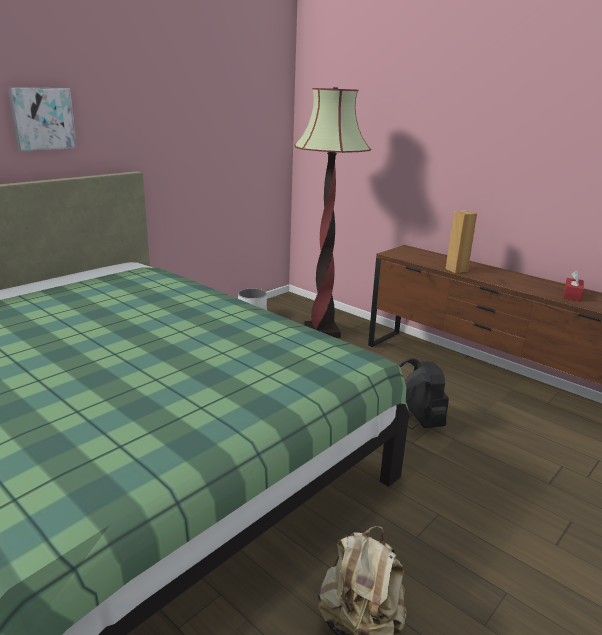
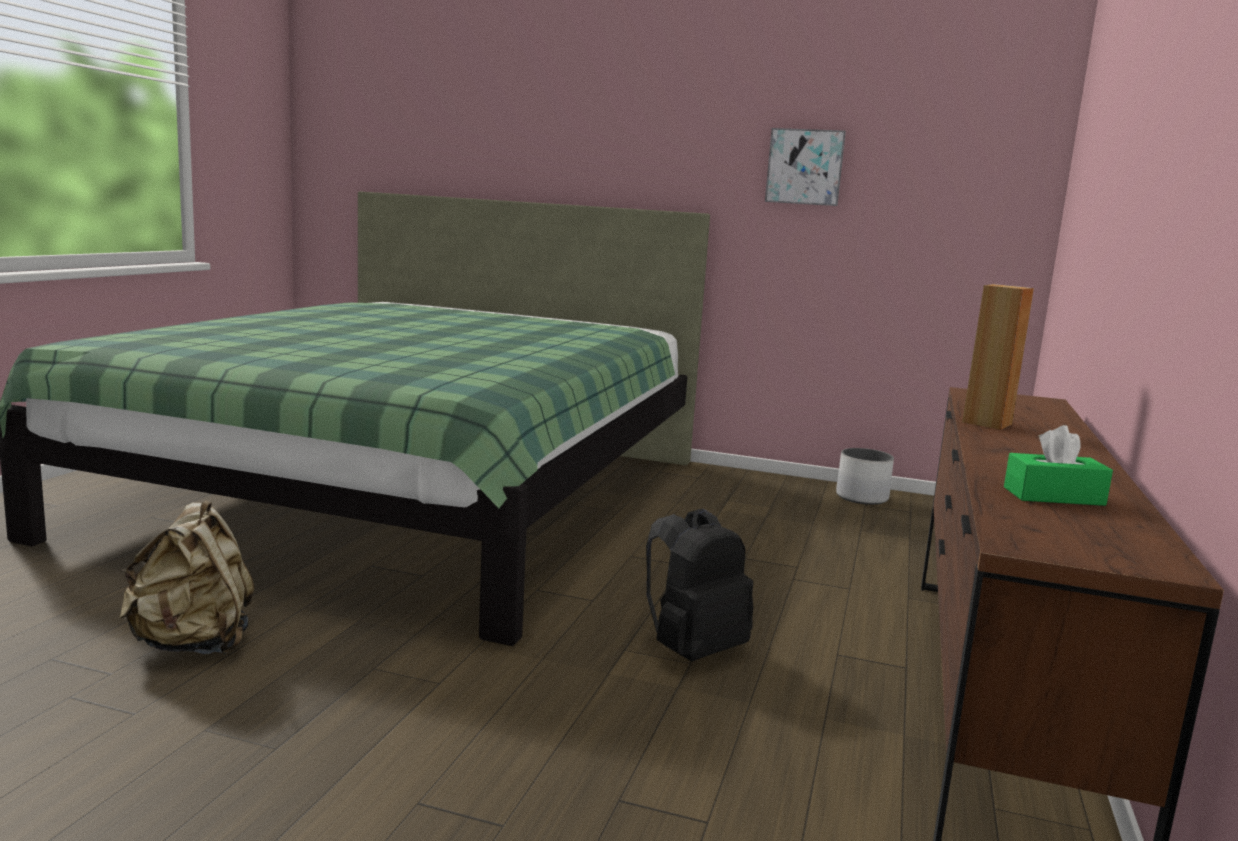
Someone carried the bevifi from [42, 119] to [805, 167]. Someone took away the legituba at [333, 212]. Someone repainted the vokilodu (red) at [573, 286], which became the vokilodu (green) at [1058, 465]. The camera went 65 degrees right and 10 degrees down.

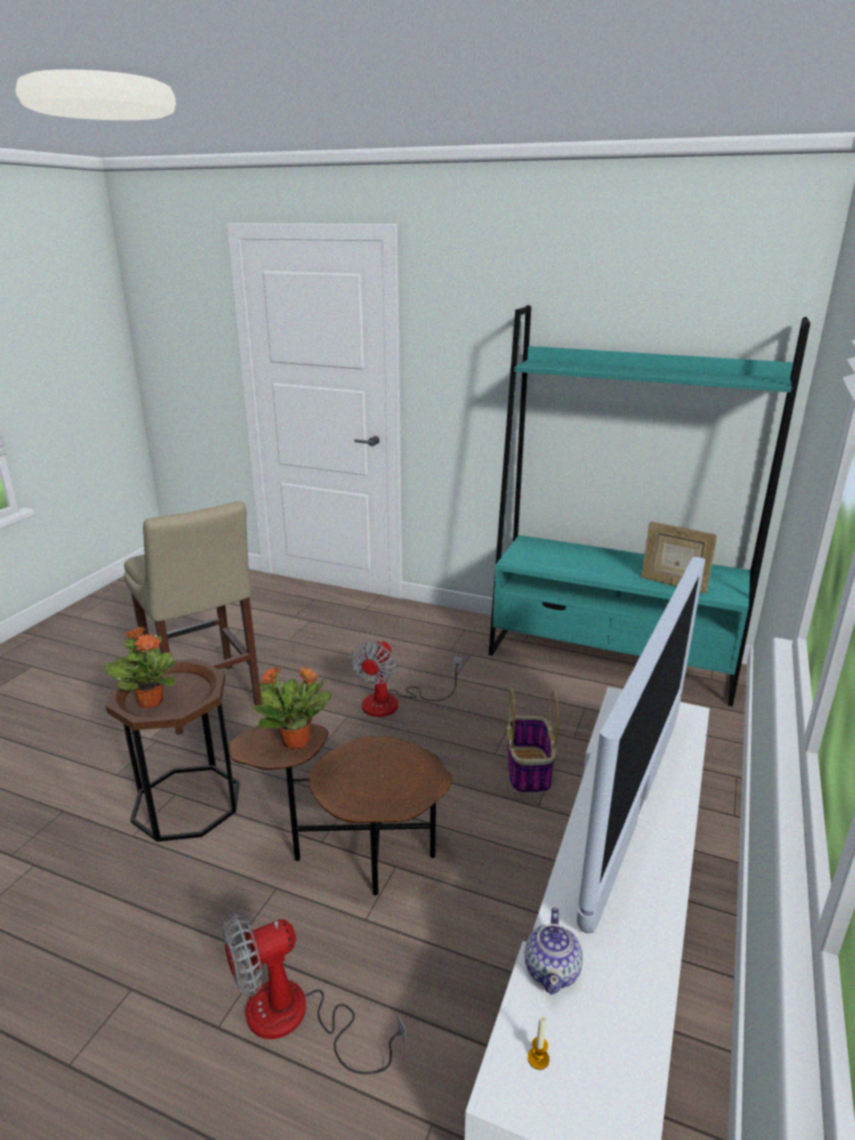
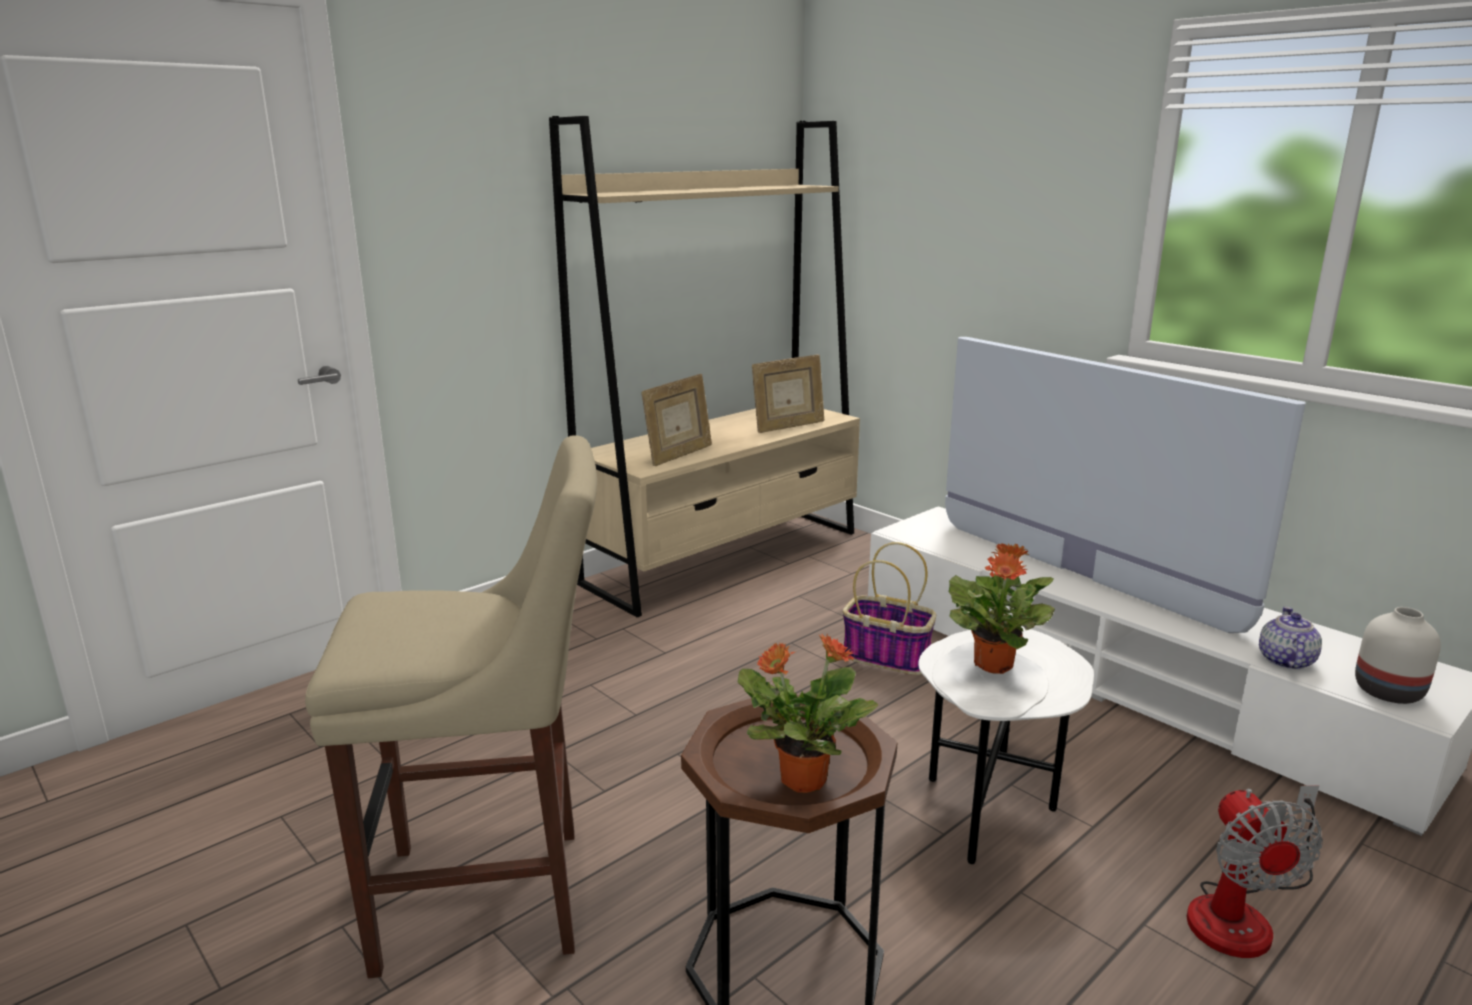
Someone repainted the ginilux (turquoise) at [649, 506], which became the ginilux (beige) at [704, 366]. Someone took away the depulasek at [407, 678]. Someone repainted the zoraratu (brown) at [341, 809], which became the zoraratu (white) at [1006, 745]. Someone rotated the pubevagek at [554, 951] by 105 degrees counterclockwise. Someone swapped the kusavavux at [538, 1043] for the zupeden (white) at [1398, 655]. Someone put down the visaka at [677, 420]. The camera went 65 degrees left and 5 degrees down.

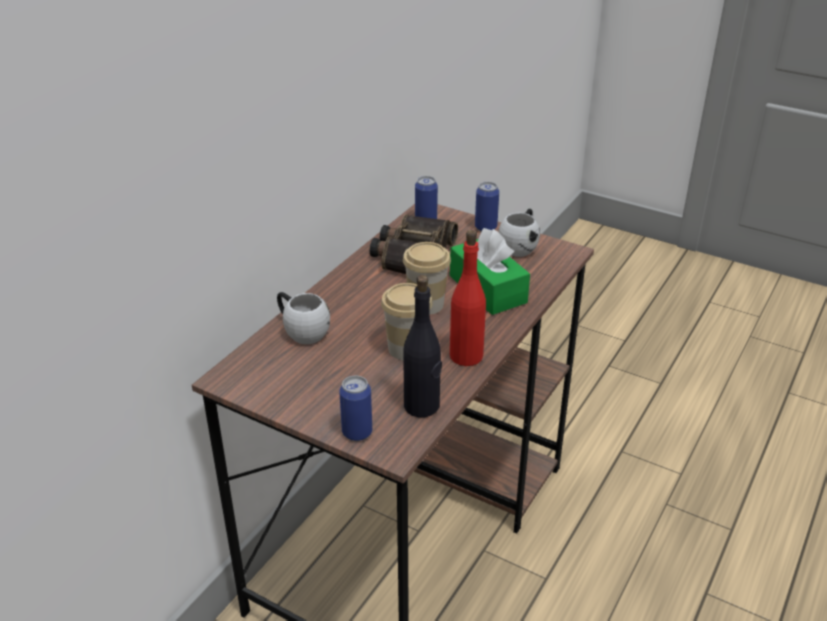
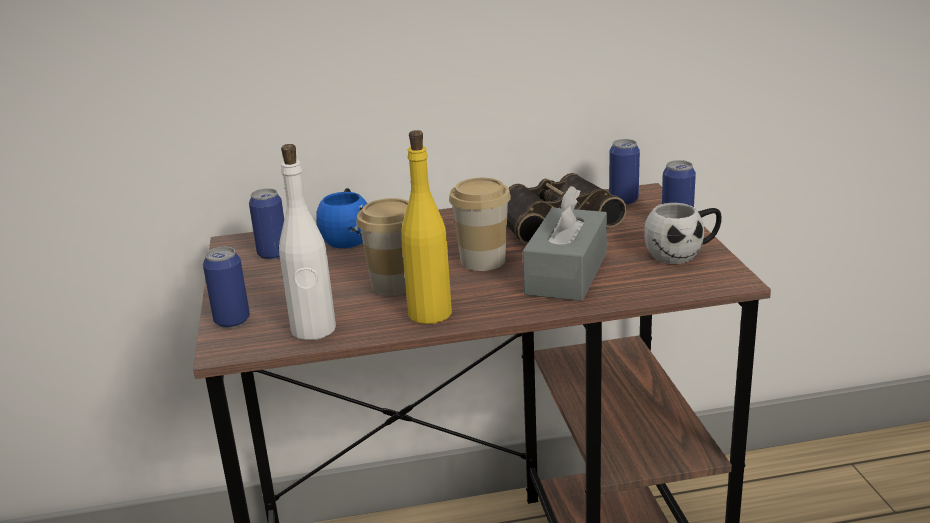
Someone repainted the vokilodu (green) at [490, 271], which became the vokilodu (grey) at [565, 243]. Someone repainted the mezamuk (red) at [468, 298], which became the mezamuk (yellow) at [426, 227]. Someone repainted the mezamuk (black) at [422, 346], which became the mezamuk (white) at [307, 242]. Someone repainted the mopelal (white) at [303, 318], which became the mopelal (blue) at [341, 218]. Someone put down the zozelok at [266, 224]. The camera went 50 degrees right and 10 degrees down.

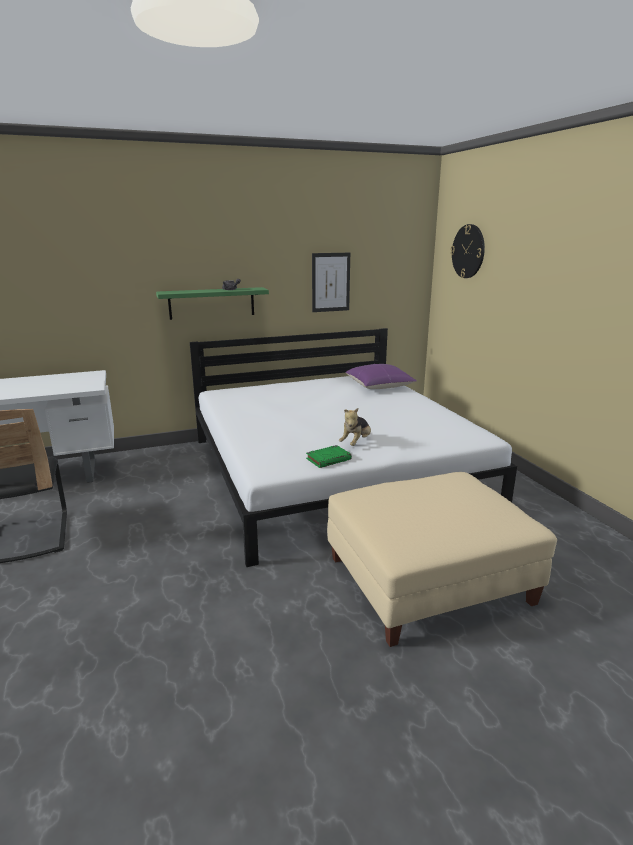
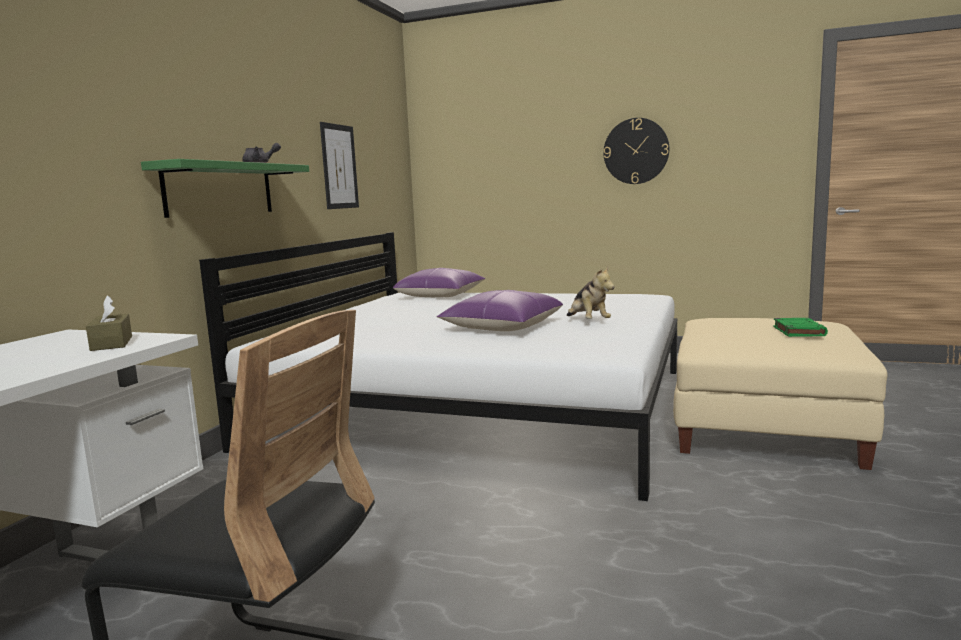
Someone carried the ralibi from [468, 251] to [636, 151]. Someone carried the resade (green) from [329, 456] to [800, 327]. Someone put down the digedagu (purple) at [500, 310]. Someone put down the vokilodu (brown) at [109, 323]. The camera went 50 degrees left and 10 degrees down.

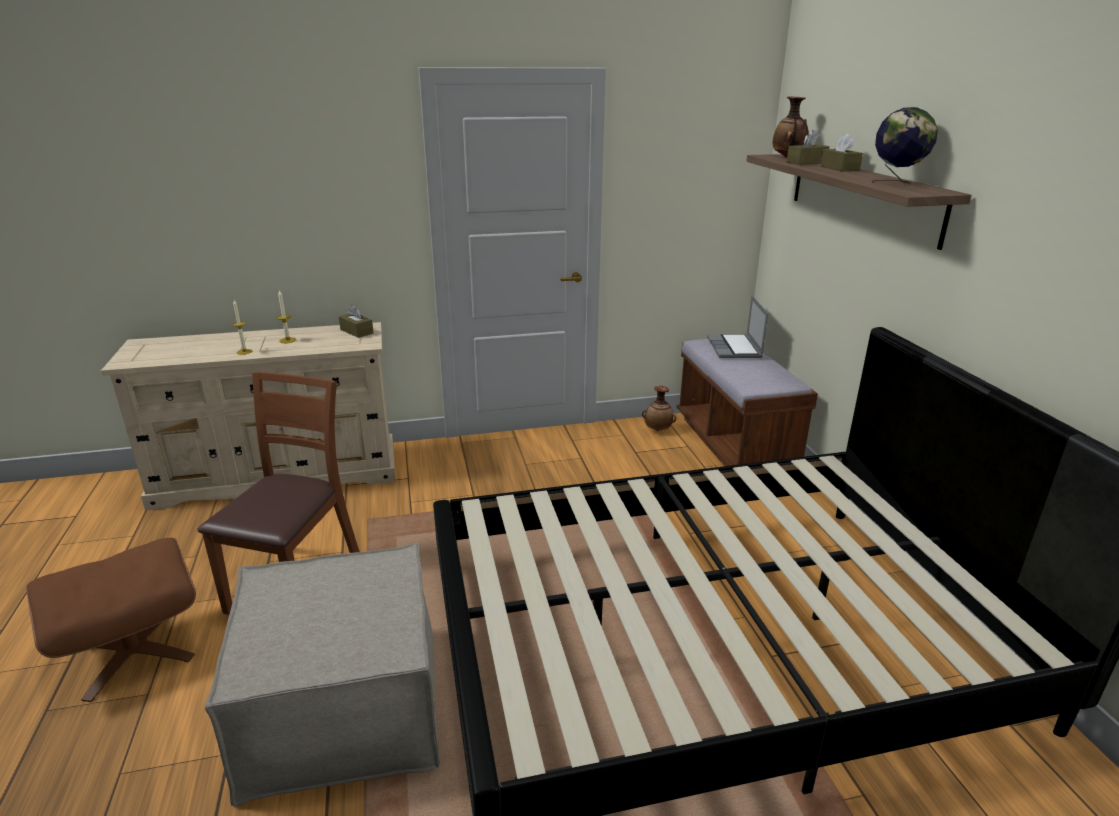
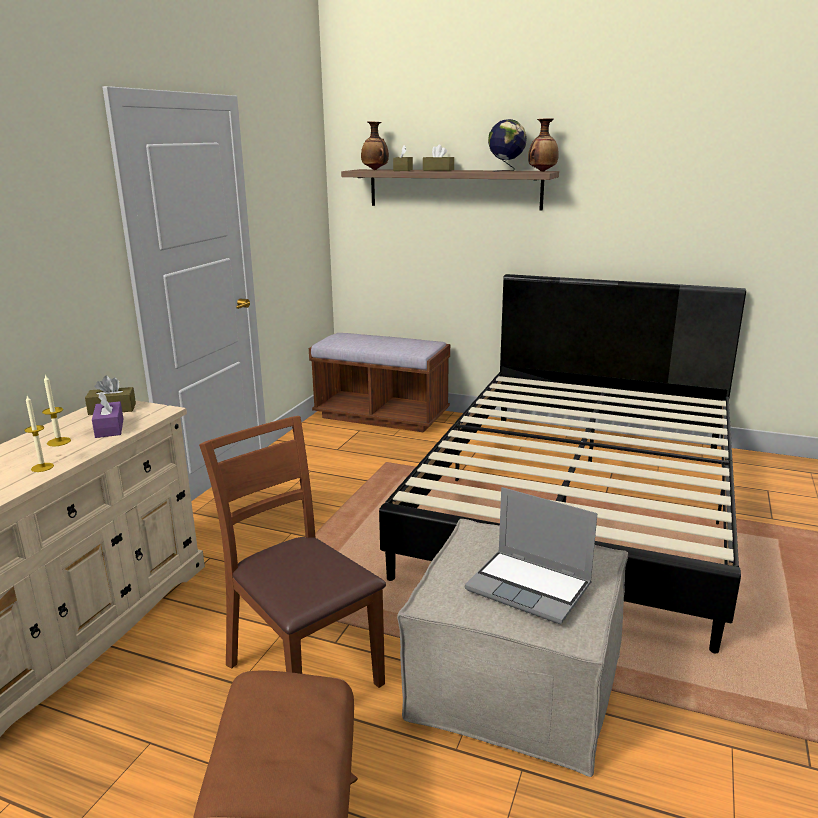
Someone carried the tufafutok from [737, 326] to [531, 555]. Someone carried the zupeden from [659, 408] to [543, 145]. Someone put down the vokilodu (purple) at [108, 415]. The camera went 55 degrees left and 5 degrees down.

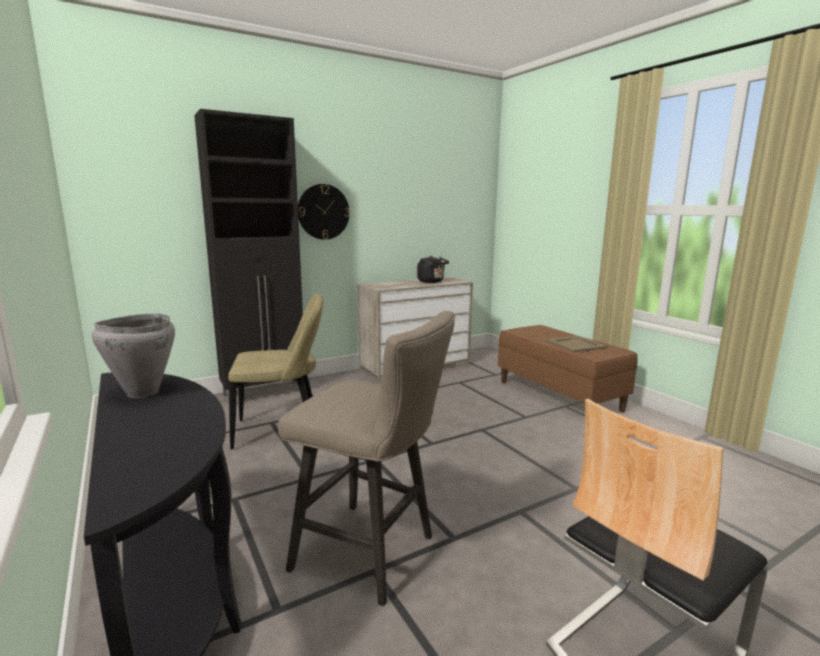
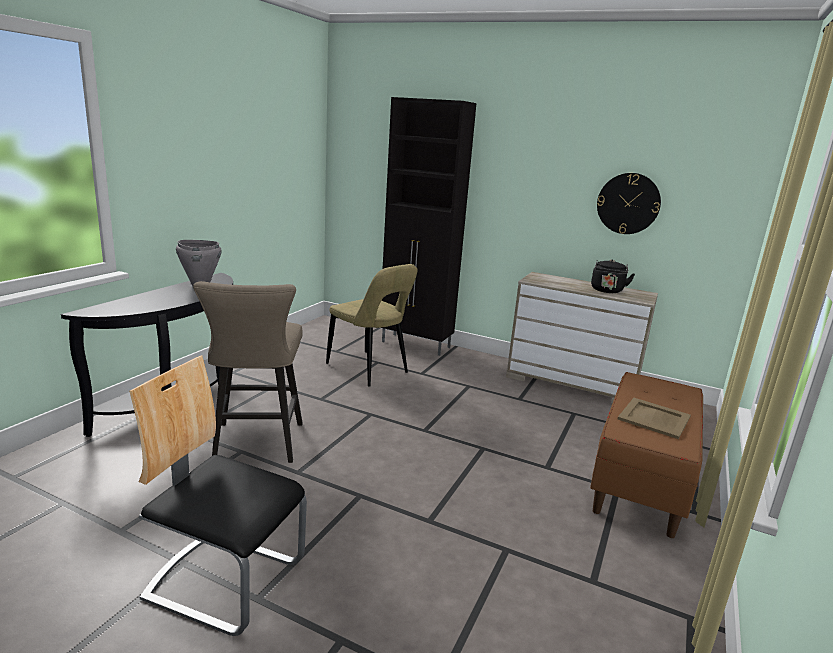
Someone carried the ralibi from [324, 212] to [629, 203]. The camera went 55 degrees right and 5 degrees up.

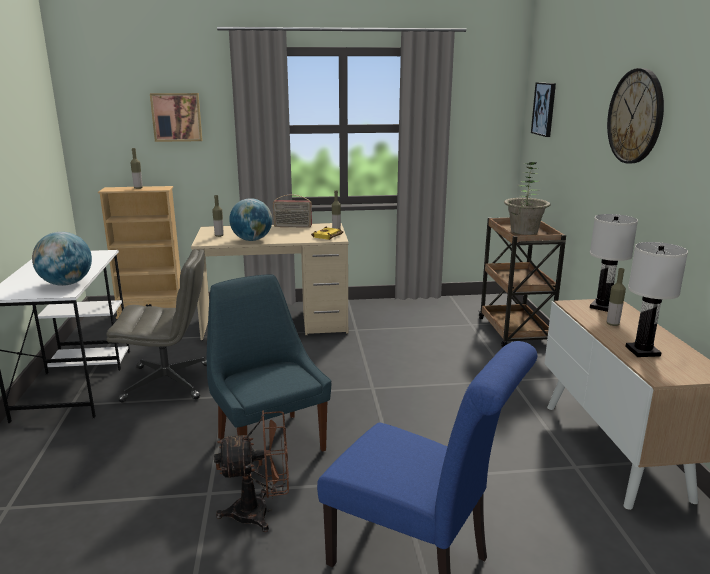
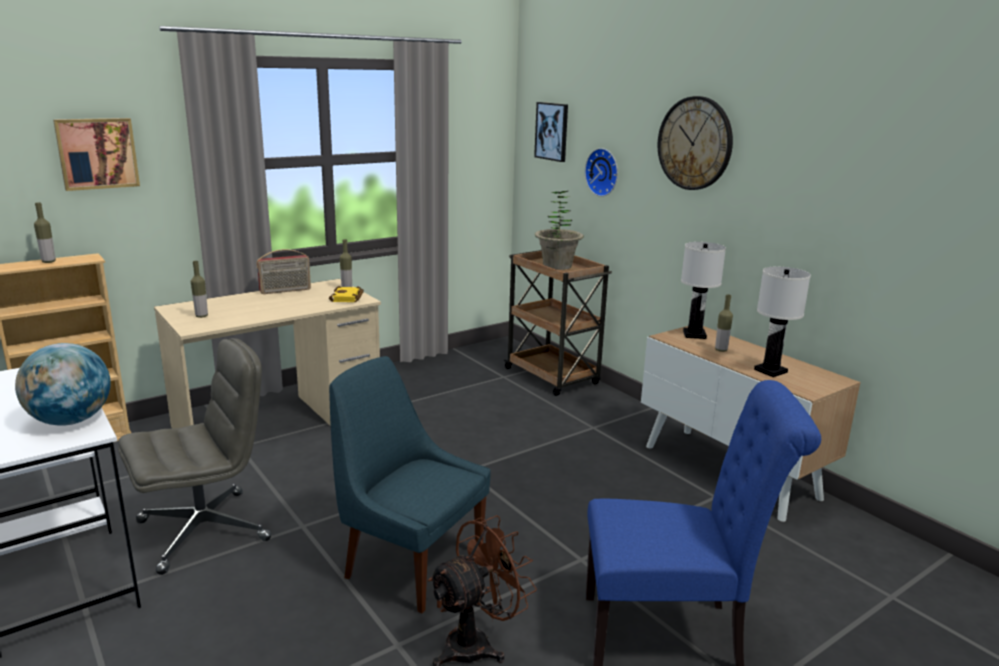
Someone took away the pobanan at [250, 219]. Someone put up the ralibi at [601, 172]. The camera went 30 degrees left and 0 degrees up.

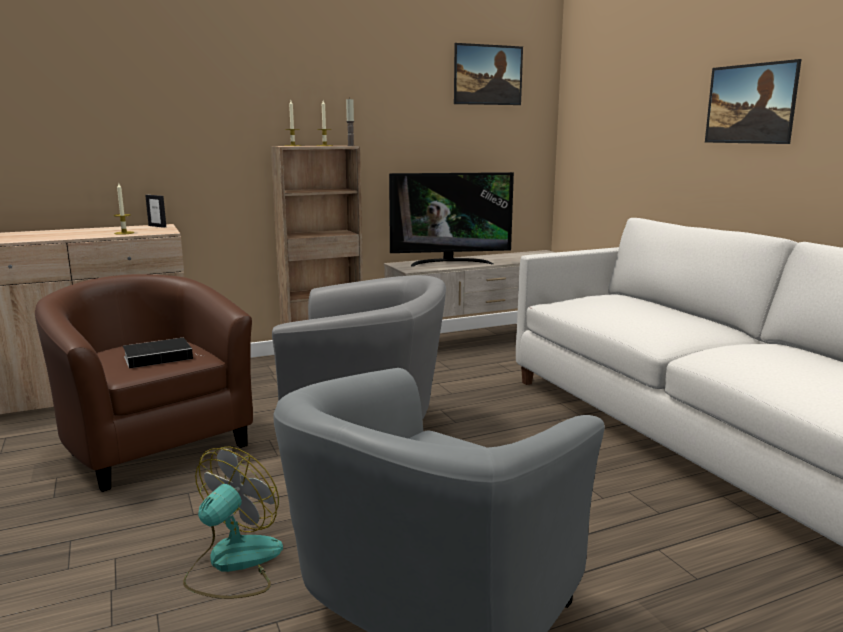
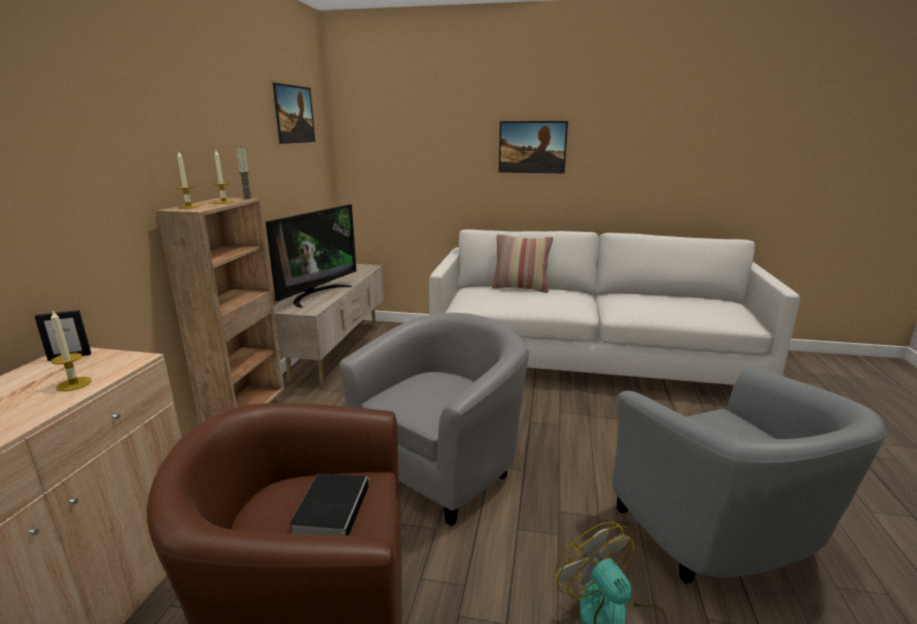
Someone put down the digedagu at [522, 263]. The camera went 55 degrees left and 5 degrees up.

